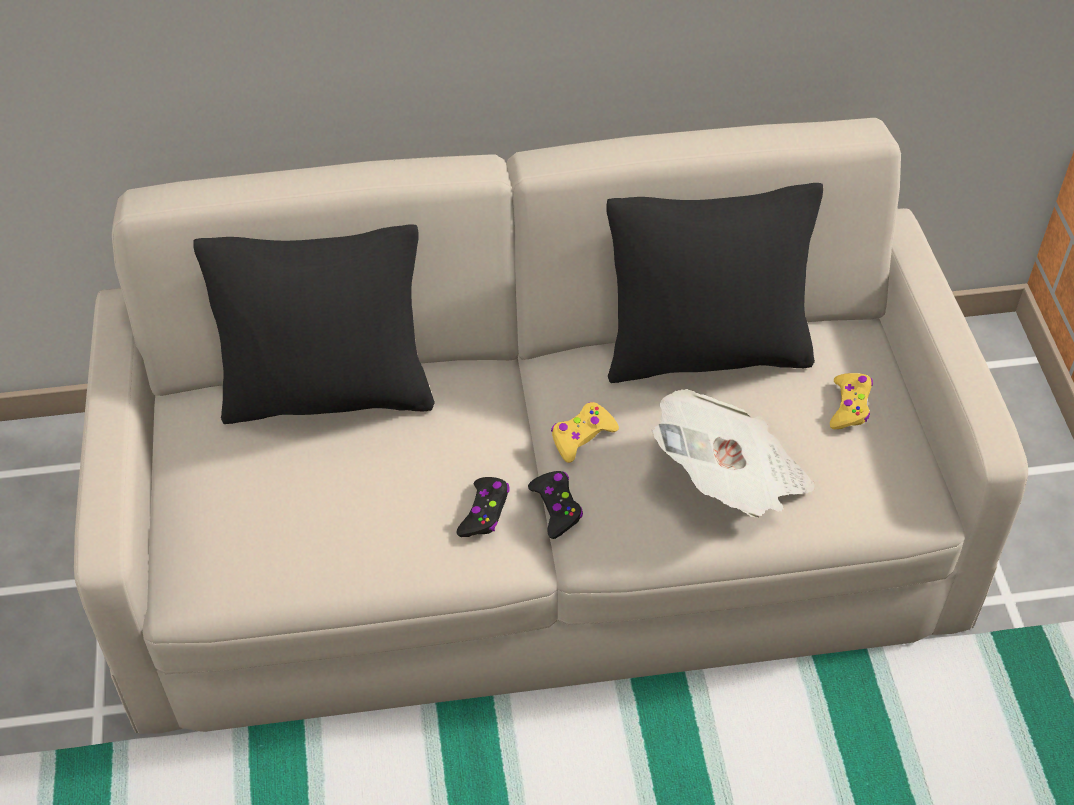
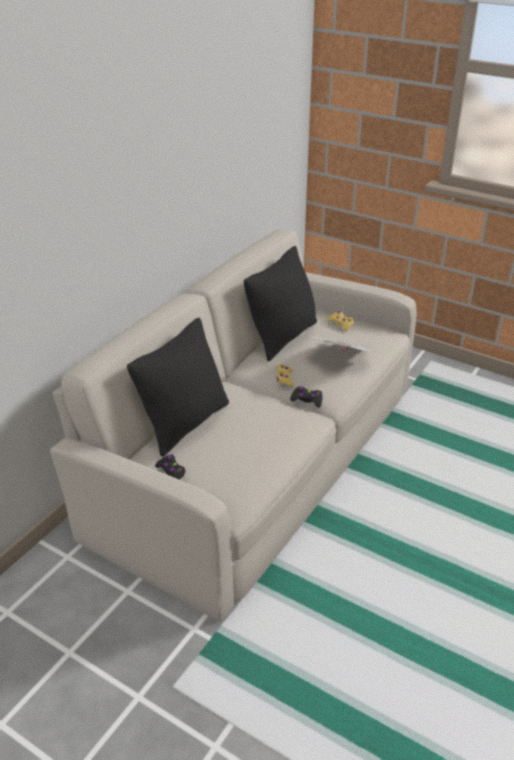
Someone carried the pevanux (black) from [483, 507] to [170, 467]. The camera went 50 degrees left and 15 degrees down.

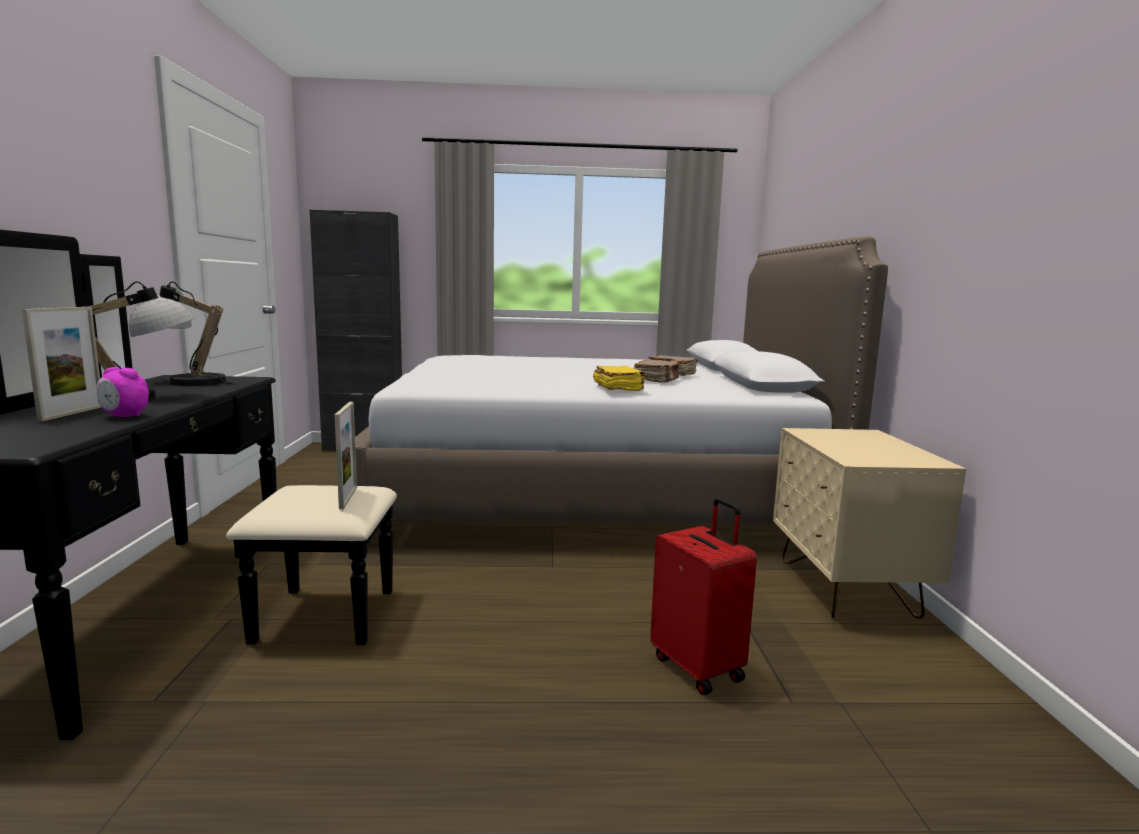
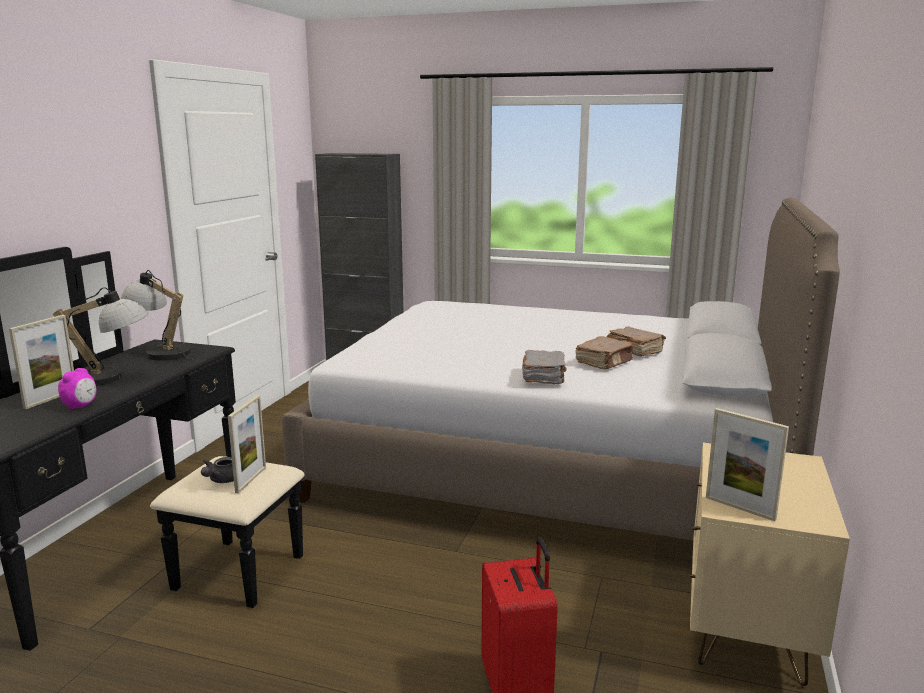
Someone repainted the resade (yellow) at [620, 378], which became the resade (grey) at [544, 367]. Someone rotated the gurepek at [123, 392] by 105 degrees counterclockwise. Someone put down the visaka at [747, 464]. Someone put down the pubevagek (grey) at [217, 470]. The camera went 20 degrees right and 5 degrees up.

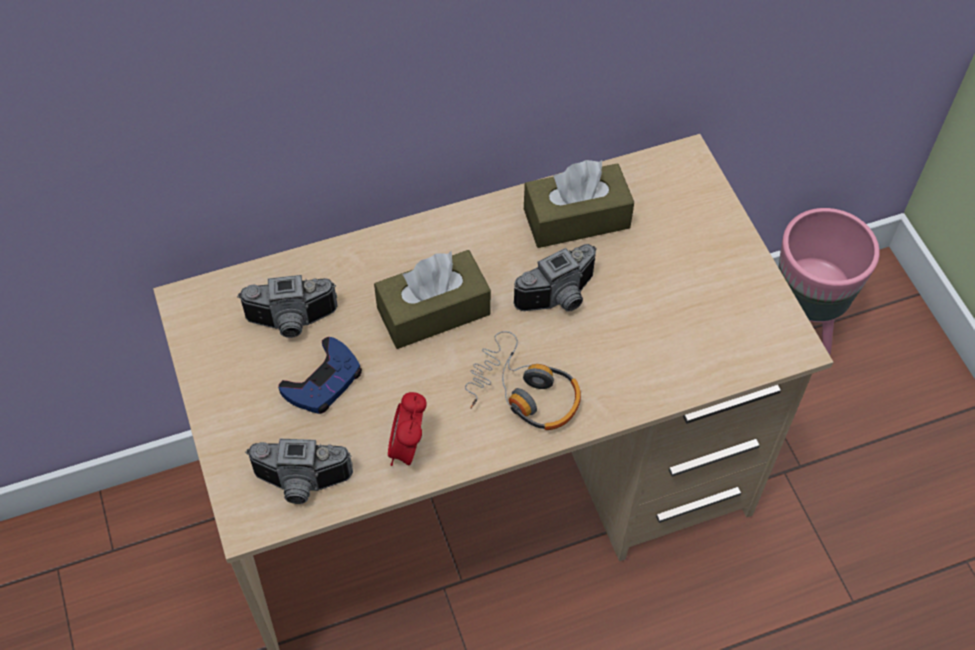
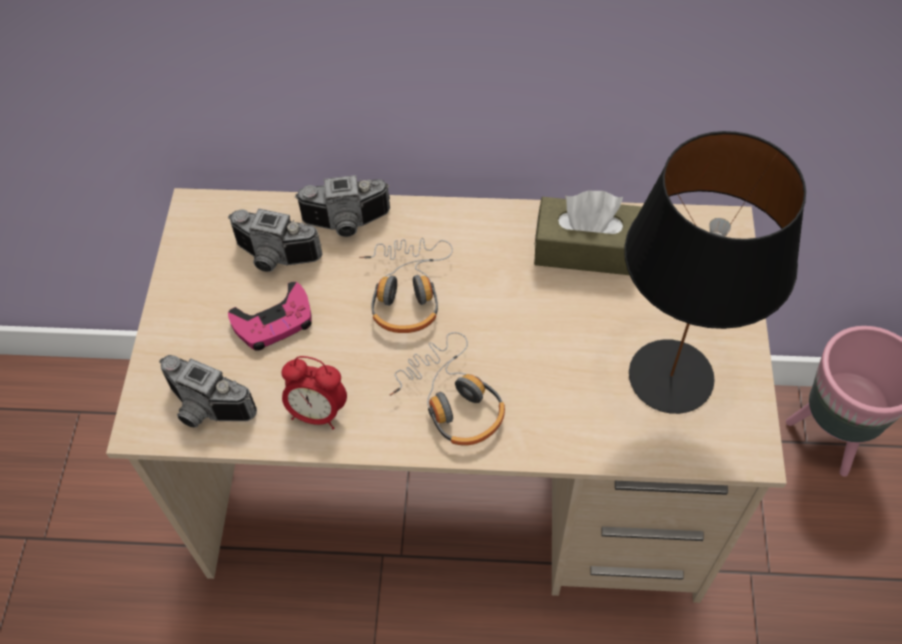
Someone carried the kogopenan from [555, 277] to [342, 206]. Someone swapped the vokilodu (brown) at [432, 299] for the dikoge at [406, 285]. Someone repainted the pevanux (blue) at [320, 375], which became the pevanux (pink) at [270, 316]. Someone rotated the gurepek at [407, 429] by 105 degrees counterclockwise. Someone put down the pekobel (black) at [715, 272]. The camera went 25 degrees right and 0 degrees up.

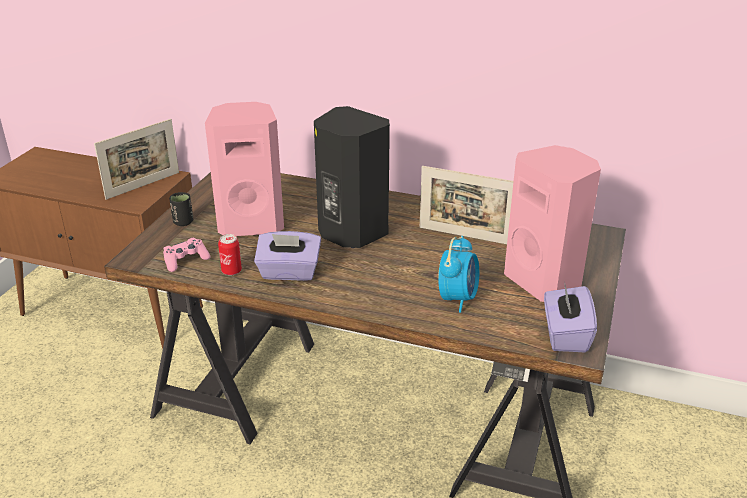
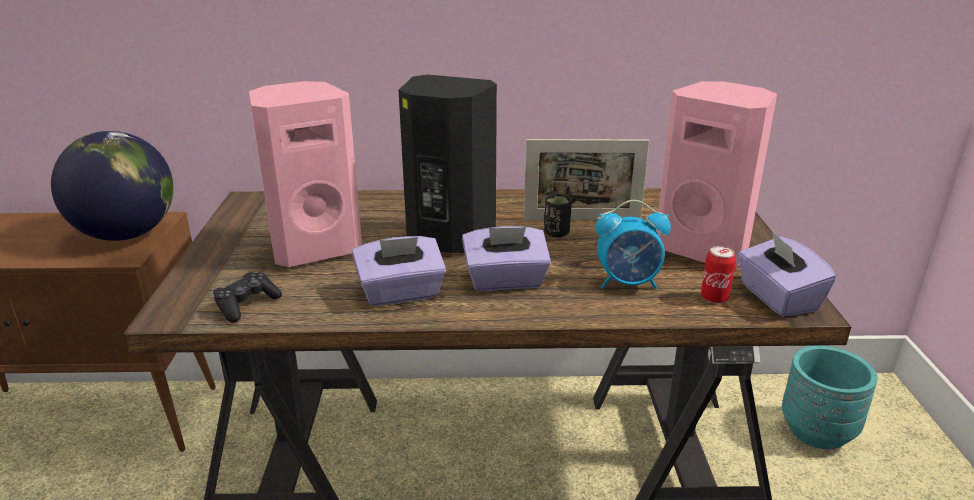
Someone swapped the visaka at [136, 159] for the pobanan at [112, 186]. Someone carried the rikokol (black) from [181, 209] to [558, 215]. Someone carried the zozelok from [230, 255] to [718, 275]. Someone rotated the gurepek at [458, 274] by 90 degrees clockwise. Someone repainted the pevanux (pink) at [187, 255], which became the pevanux (black) at [247, 297]. Someone put down the vokilodu (purple) at [506, 258]. Someone put down the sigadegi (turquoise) at [830, 397]. The camera went 20 degrees left and 5 degrees down.

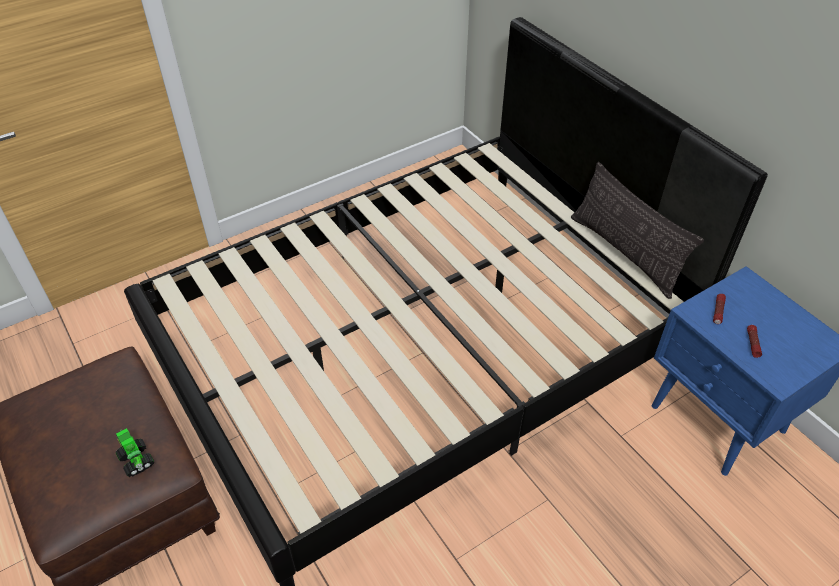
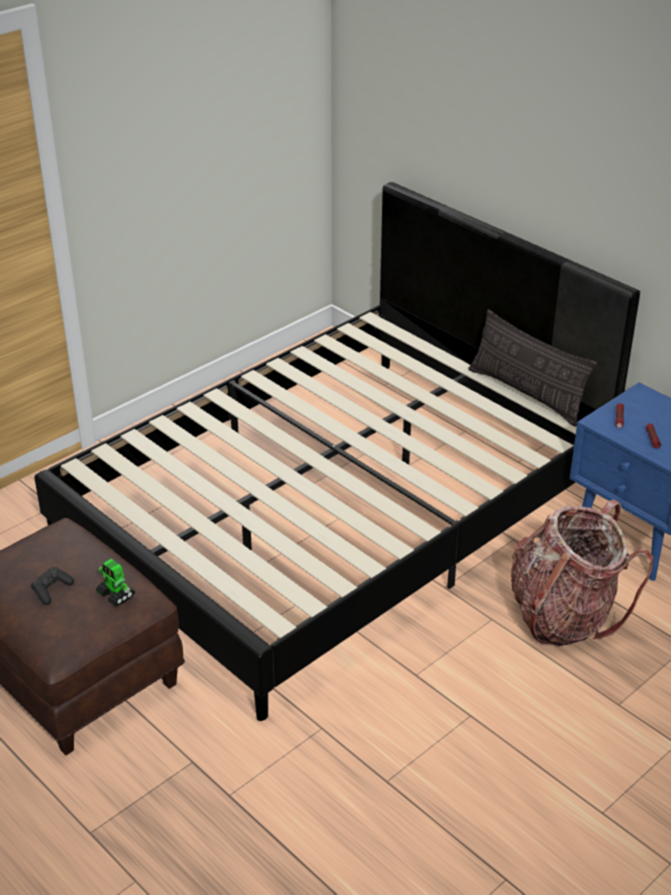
Someone put down the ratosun at [582, 573]. Someone put down the pevanux (black) at [52, 586]. The camera went 10 degrees left and 10 degrees down.

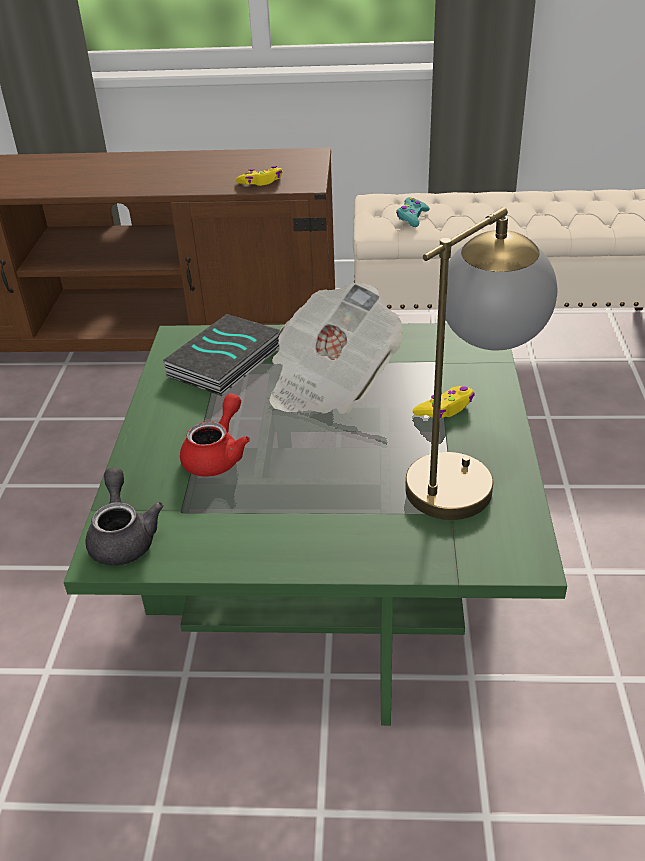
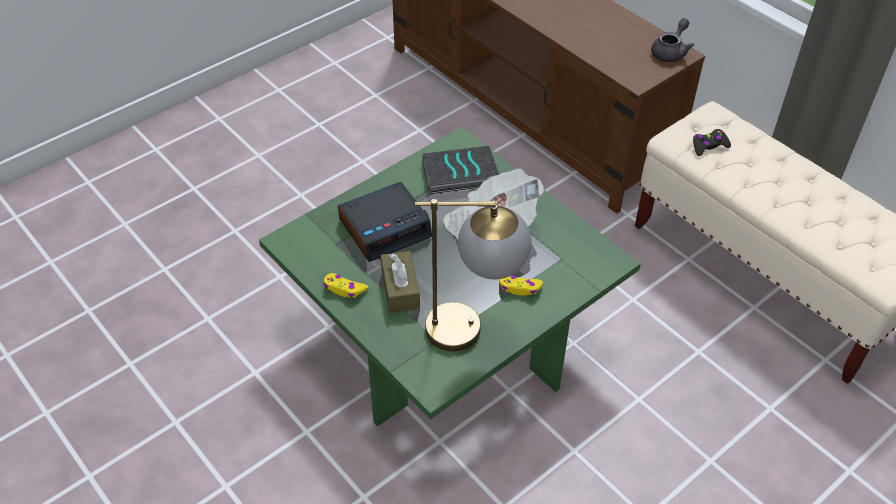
Someone carried the pevanux (yellow) from [259, 176] to [345, 285]. Someone repainted the pevanux (turquoise) at [413, 212], which became the pevanux (black) at [712, 142]. Someone swapped the pubevagek (red) at [215, 435] for the gurepek at [385, 222]. Someone carried the pubevagek (grey) from [124, 516] to [672, 40]. Someone put down the vokilodu (brown) at [400, 282]. The camera went 45 degrees right and 10 degrees up.

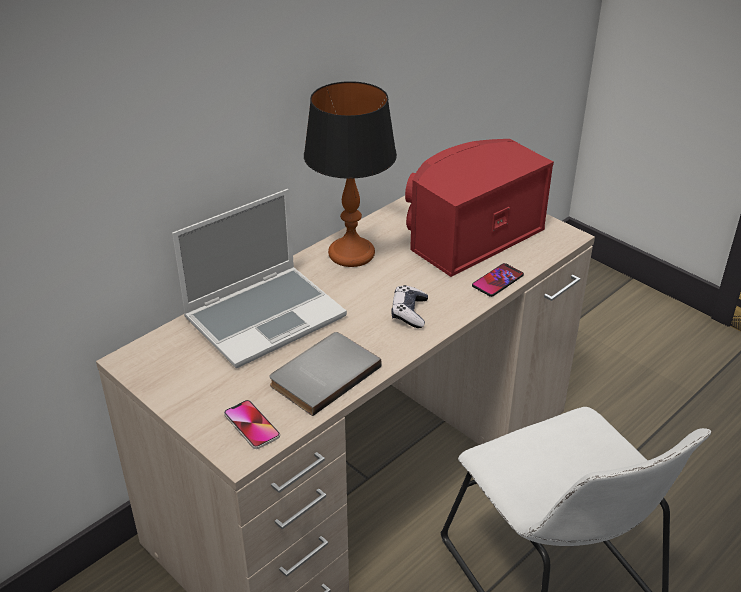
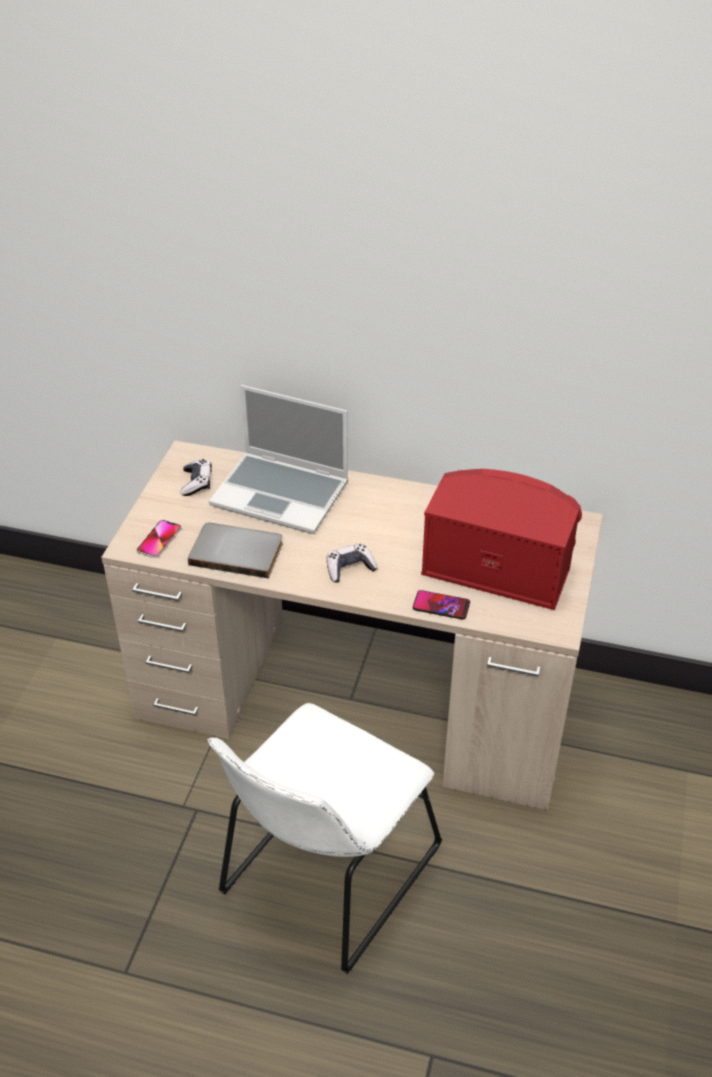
Someone took away the pekobel at [350, 174]. Someone put down the pevanux at [196, 477]. The camera went 60 degrees right and 5 degrees up.

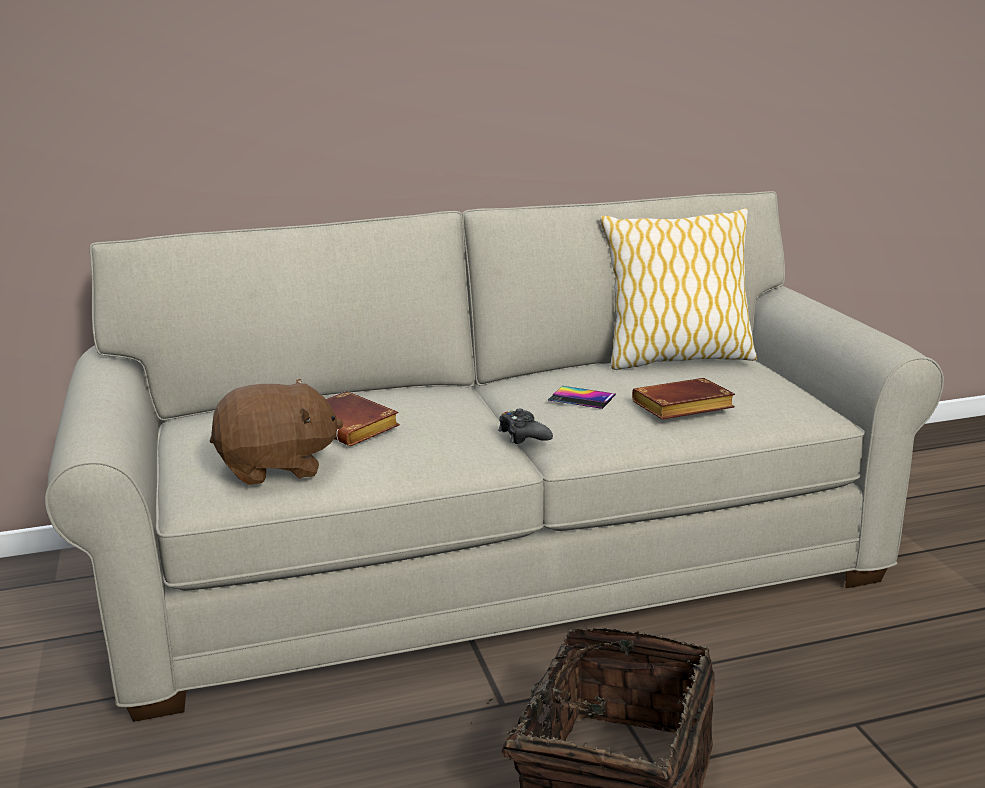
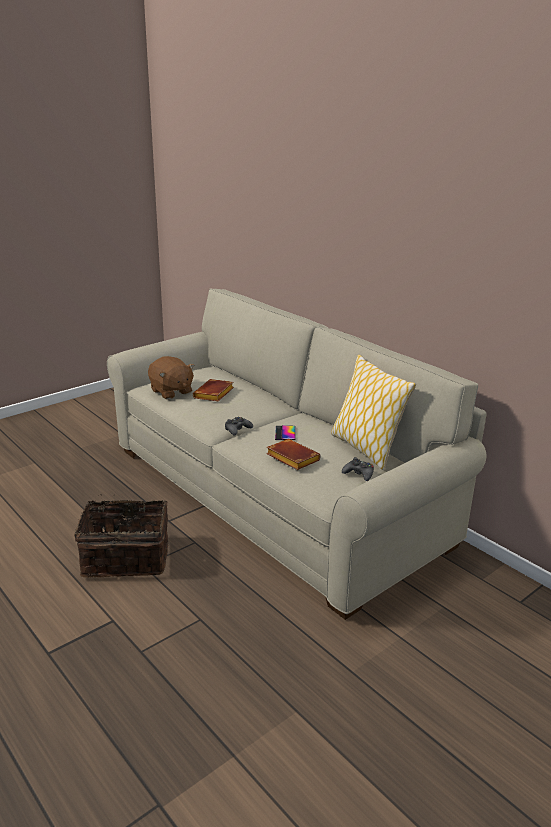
Someone put down the pevanux (black) at [358, 469]. The camera went 65 degrees right and 5 degrees up.

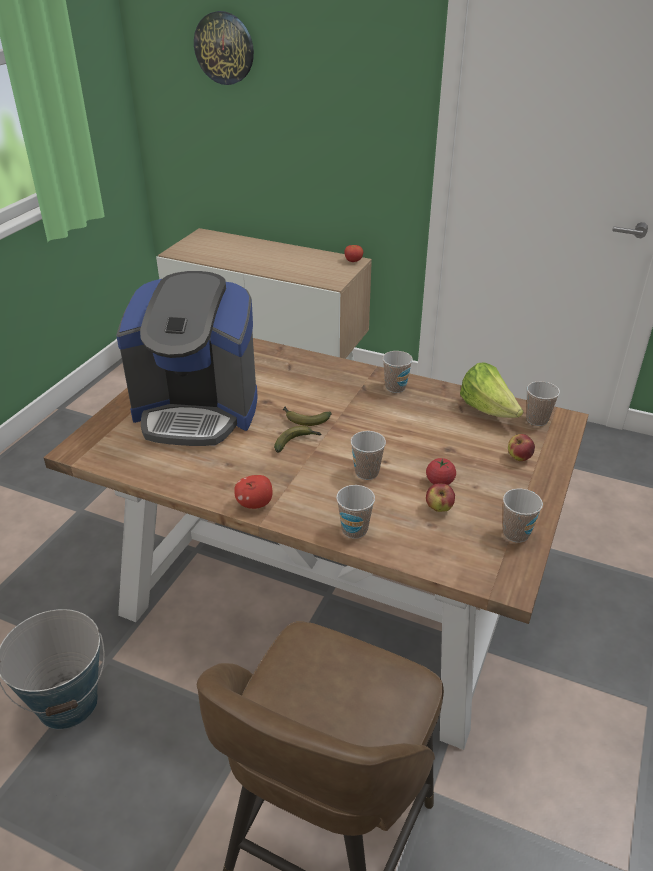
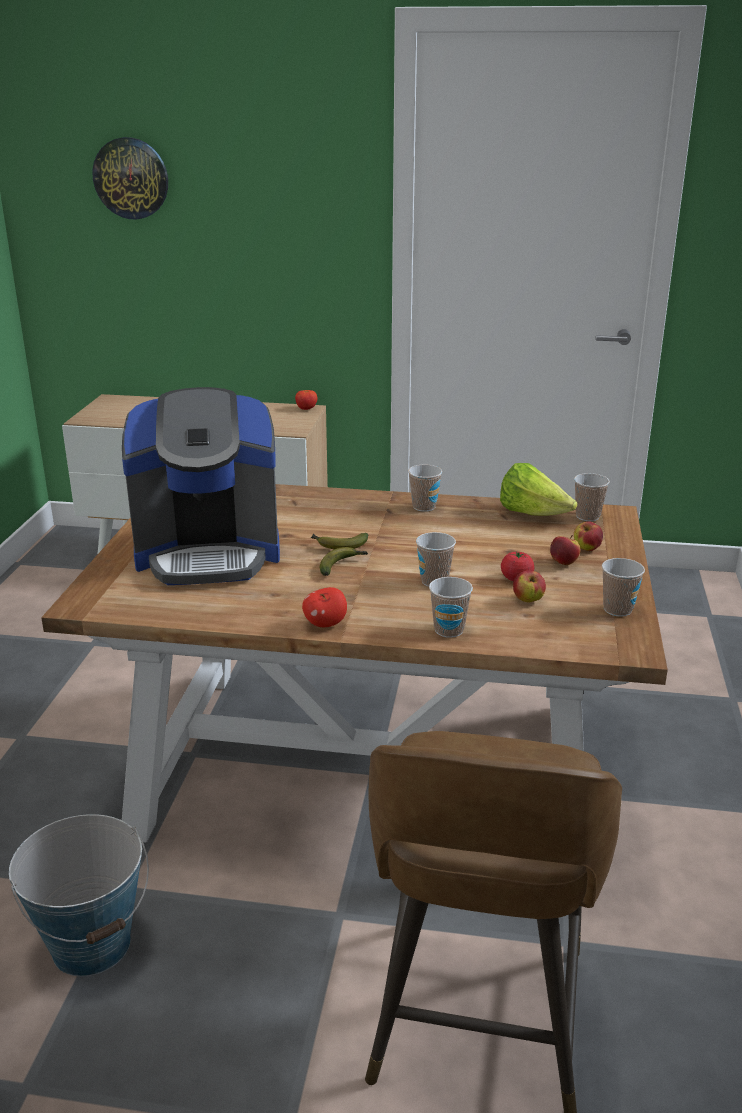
Someone put down the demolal at [565, 550]. The camera went 15 degrees left and 10 degrees down.

